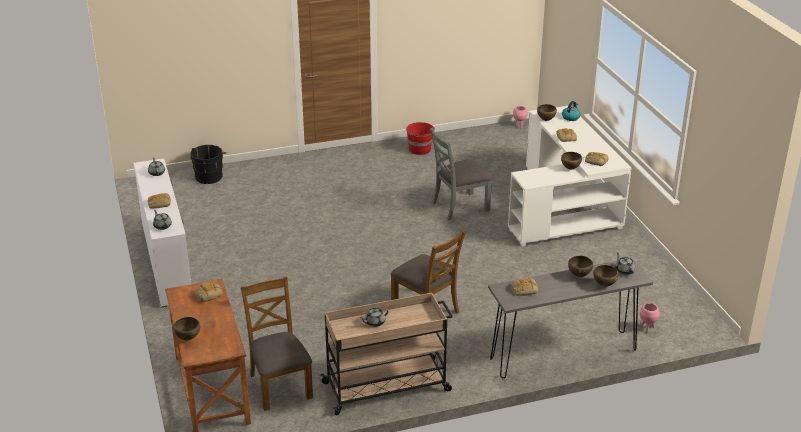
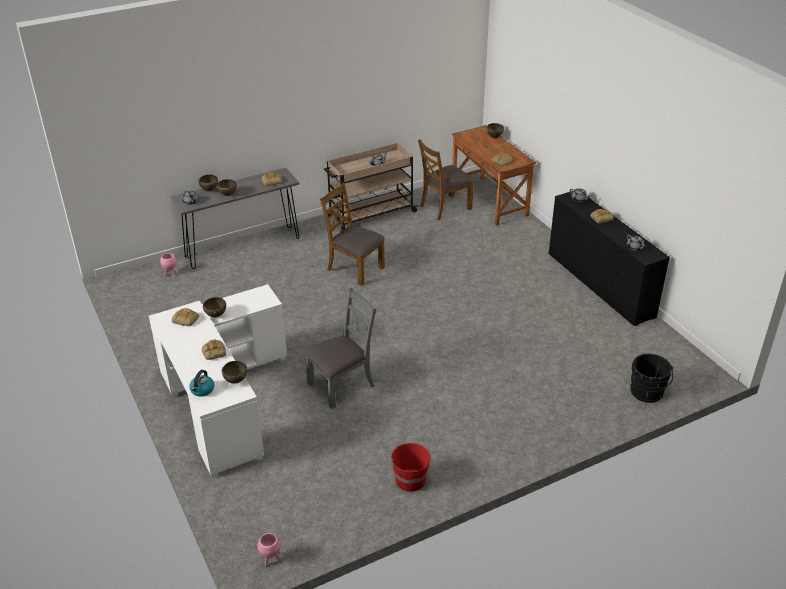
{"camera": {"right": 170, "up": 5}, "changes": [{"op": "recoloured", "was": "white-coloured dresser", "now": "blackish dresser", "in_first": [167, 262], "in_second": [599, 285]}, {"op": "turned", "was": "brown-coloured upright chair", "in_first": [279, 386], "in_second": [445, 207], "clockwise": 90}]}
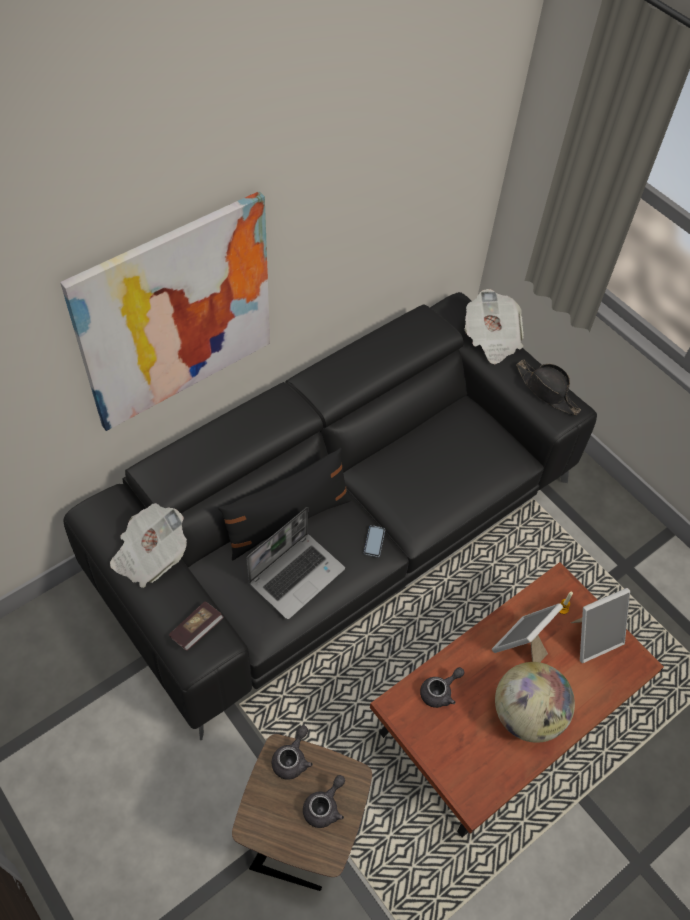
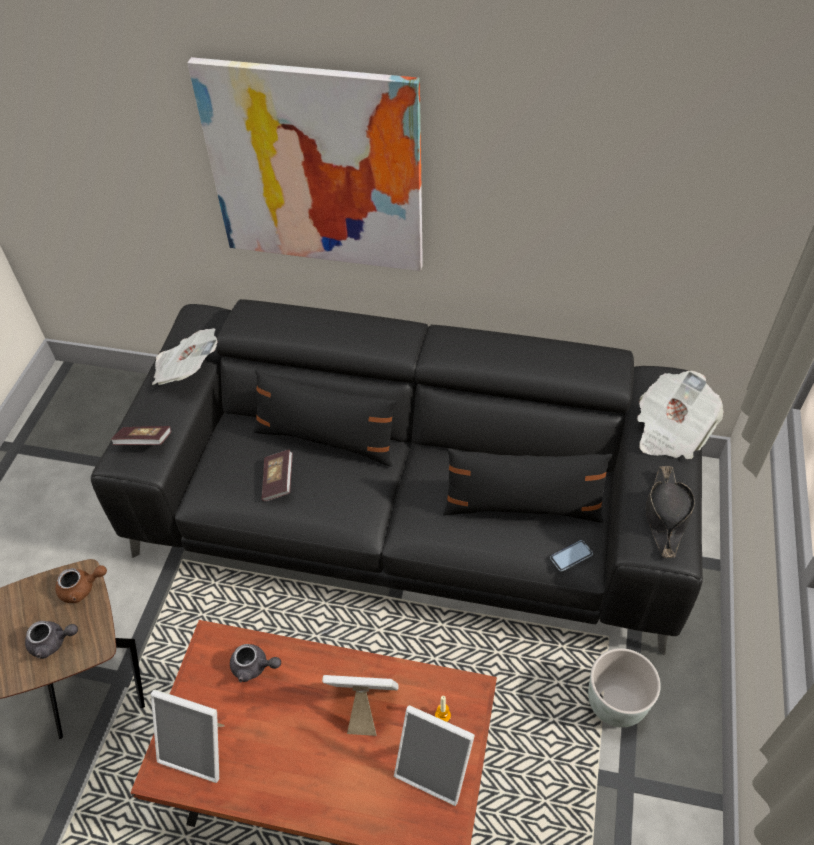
{"camera": {"right": 55, "up": -5}, "changes": [{"op": "removed", "was": "globe", "in_first": [526, 715]}, {"op": "added", "now": "picture frame", "in_second": [199, 749]}, {"op": "added", "now": "blackish pillow", "in_second": [522, 506]}, {"op": "added", "now": "greyish flower pot", "in_second": [615, 703]}, {"op": "moved", "was": "handset", "in_first": [374, 541], "in_second": [571, 556]}, {"op": "replaced", "was": "portable computer", "now": "bound book", "in_first": [297, 575], "in_second": [278, 481]}, {"op": "recoloured", "was": "greyish teapot", "now": "brown-coloured teapot", "in_first": [292, 758], "in_second": [82, 588]}]}
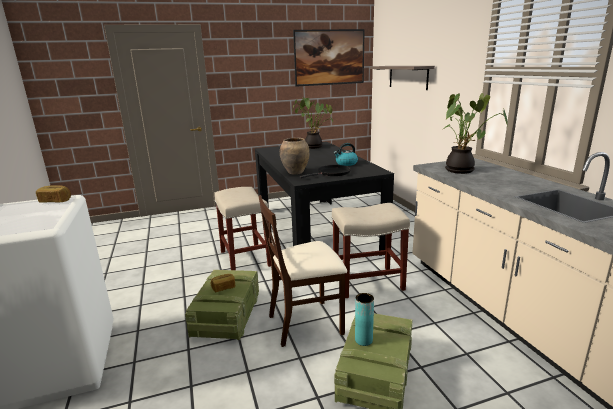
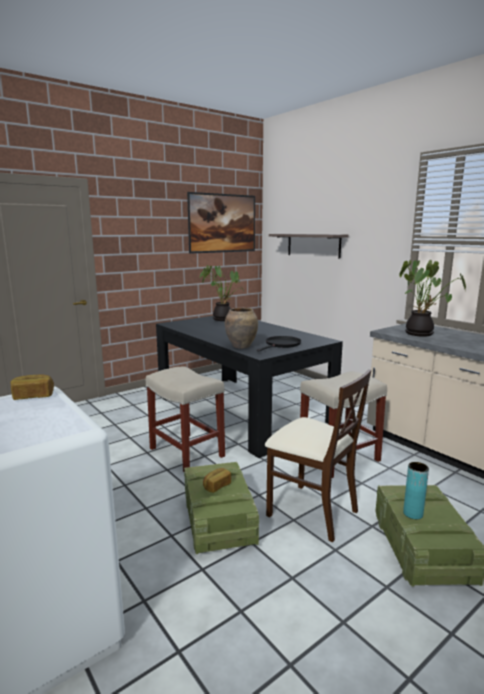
{"camera": {"right": -20, "up": -5}, "changes": [{"op": "removed", "was": "tea kettle", "in_first": [346, 163]}, {"op": "turned", "was": "beige upright chair", "in_first": [306, 323], "in_second": [312, 511], "clockwise": -105}]}
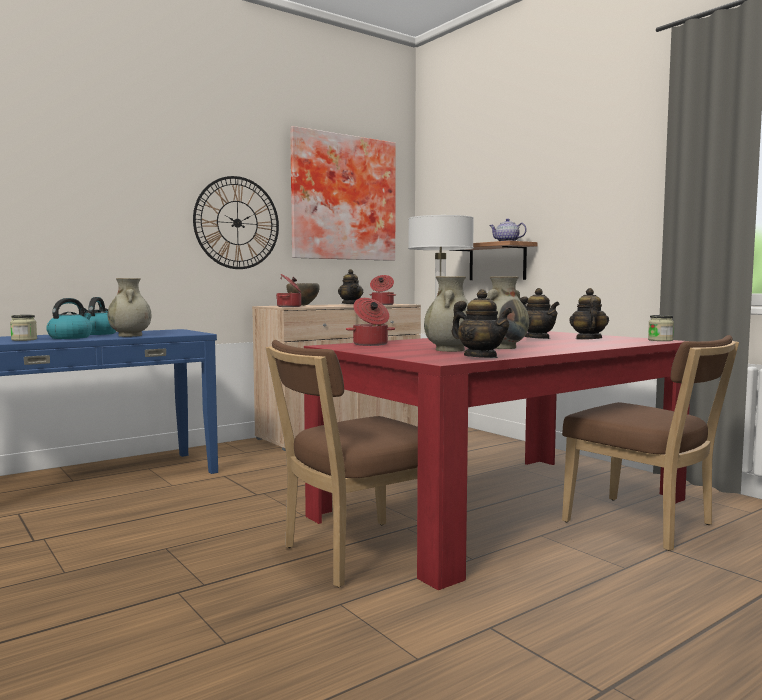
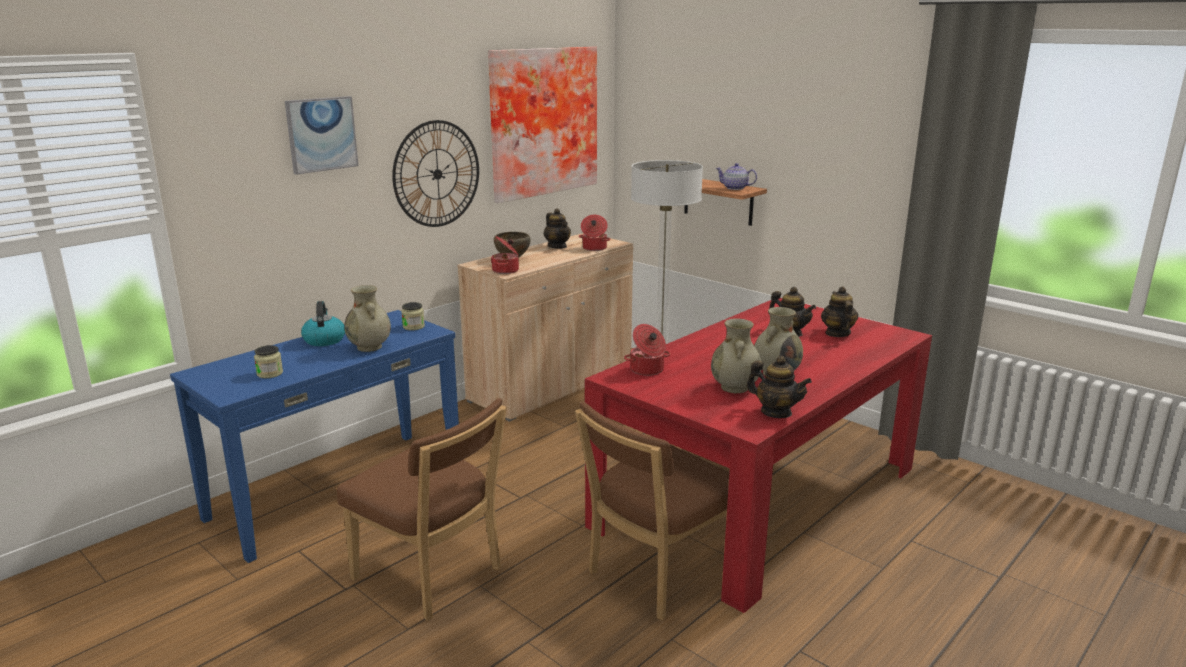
{"camera": {"right": -10, "up": 15}, "changes": [{"op": "removed", "was": "tea kettle", "in_first": [70, 337]}, {"op": "added", "now": "wall art", "in_second": [321, 134]}, {"op": "moved", "was": "brown-coloured upright chair", "in_first": [644, 525], "in_second": [432, 576]}, {"op": "moved", "was": "storage jar", "in_first": [660, 340], "in_second": [413, 326]}]}
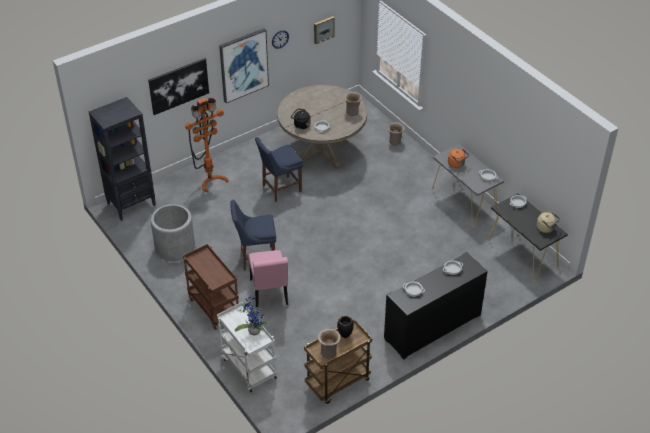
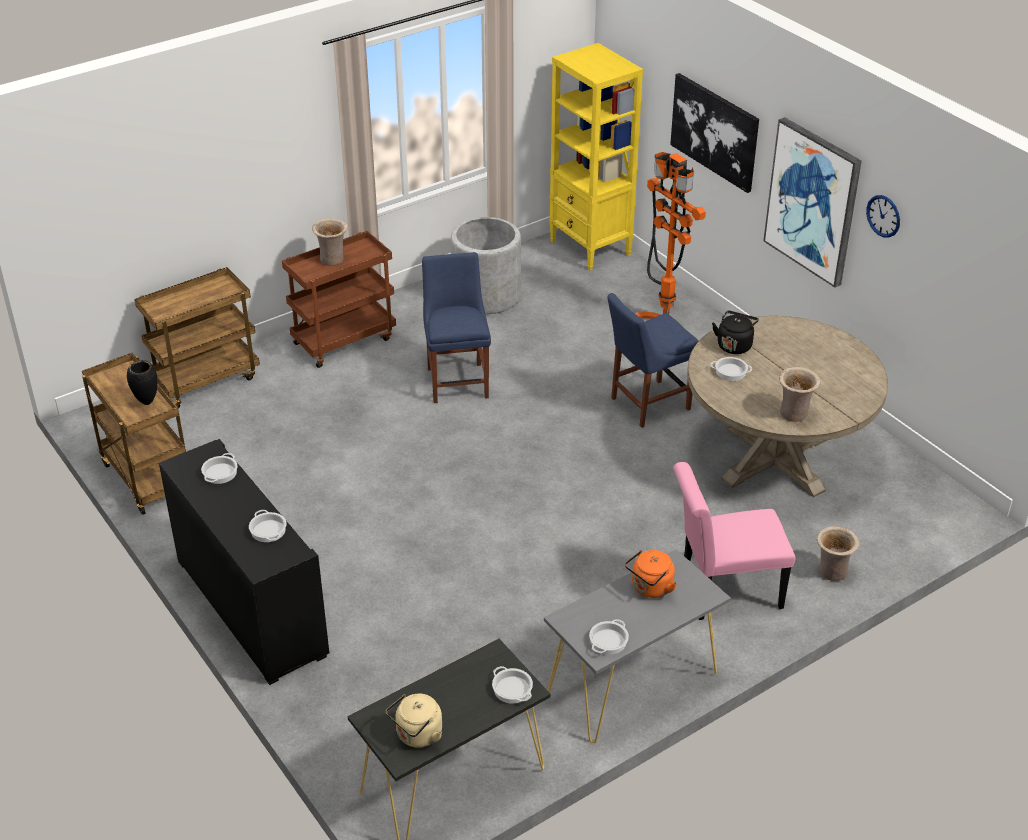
{"camera": {"right": 90, "up": -5}, "changes": [{"op": "removed", "was": "plant in a pot", "in_first": [253, 330]}, {"op": "removed", "was": "wall art", "in_first": [323, 29]}, {"op": "moved", "was": "pink upright chair", "in_first": [269, 294], "in_second": [723, 591]}, {"op": "moved", "was": "beige flower vase", "in_first": [328, 352], "in_second": [333, 260]}, {"op": "recoloured", "was": "blackish shelving unit", "now": "yellow shelving unit", "in_first": [132, 204], "in_second": [590, 248]}, {"op": "recoloured", "was": "white-coloured cart", "now": "brown-coloured cart", "in_first": [247, 367], "in_second": [206, 379]}, {"op": "turned", "was": "bluish upright chair", "in_first": [280, 189], "in_second": [646, 404], "clockwise": -90}]}
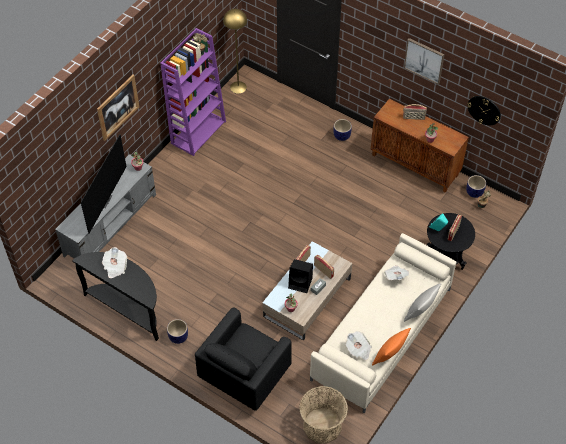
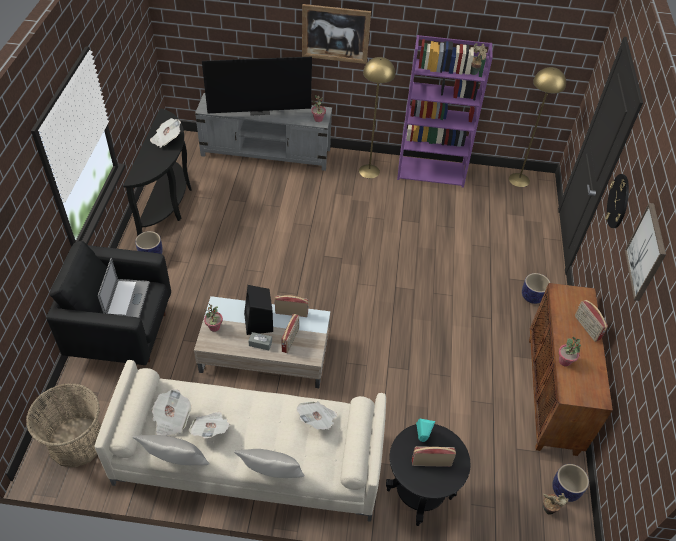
{"camera": {"right": 60, "up": -5}, "changes": [{"op": "added", "now": "portable computer", "in_second": [127, 299]}, {"op": "added", "now": "daily paper", "in_second": [211, 429]}, {"op": "added", "now": "yellow floor lamp", "in_second": [369, 171]}, {"op": "moved", "was": "hanging clock", "in_first": [484, 110], "in_second": [618, 201]}, {"op": "recoloured", "was": "orange pillow", "now": "greyish pillow", "in_first": [389, 356], "in_second": [176, 463]}]}
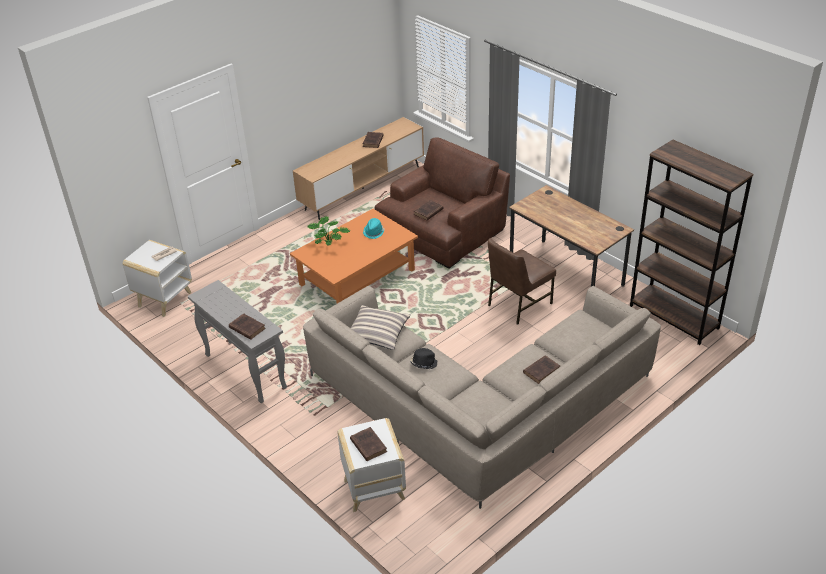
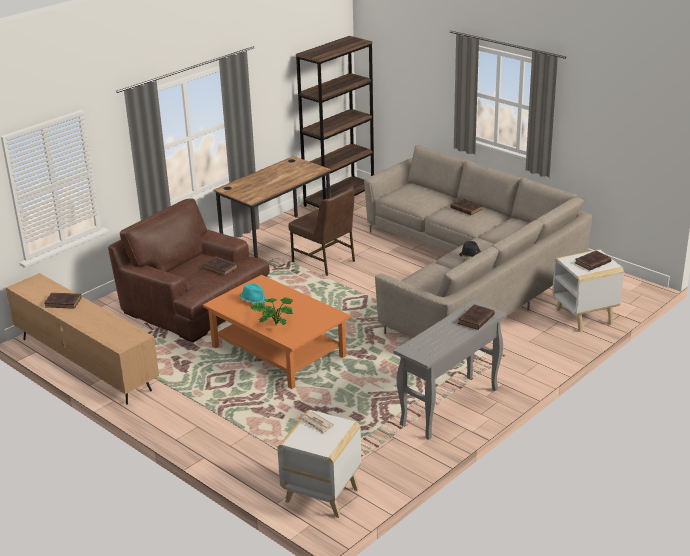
{"camera": {"right": -95, "up": -10}, "changes": [{"op": "removed", "was": "pillow", "in_first": [377, 333]}]}
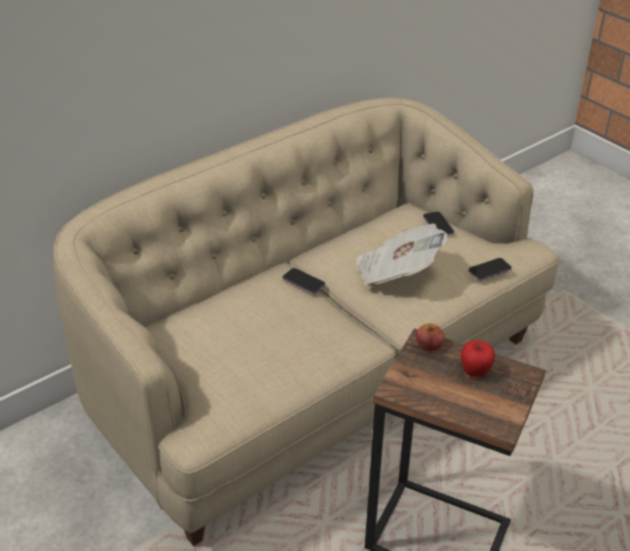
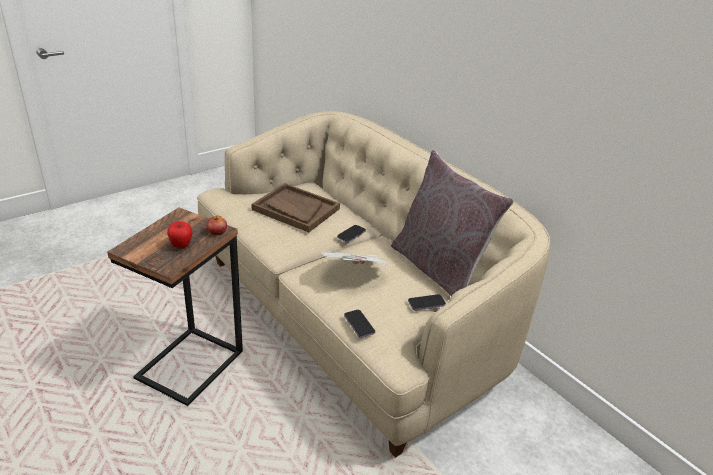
{"camera": {"right": 90, "up": -5}, "changes": [{"op": "added", "now": "brown-coloured carrying tray", "in_second": [295, 209]}, {"op": "added", "now": "greyish pillow", "in_second": [438, 270]}]}
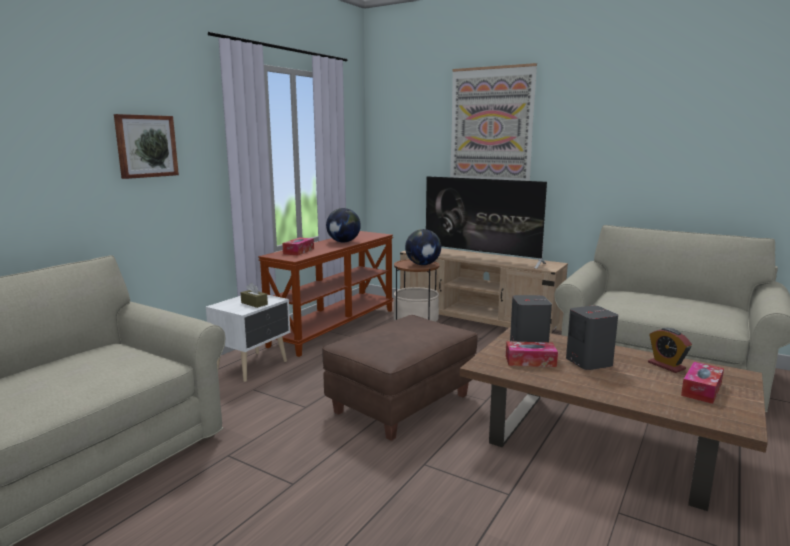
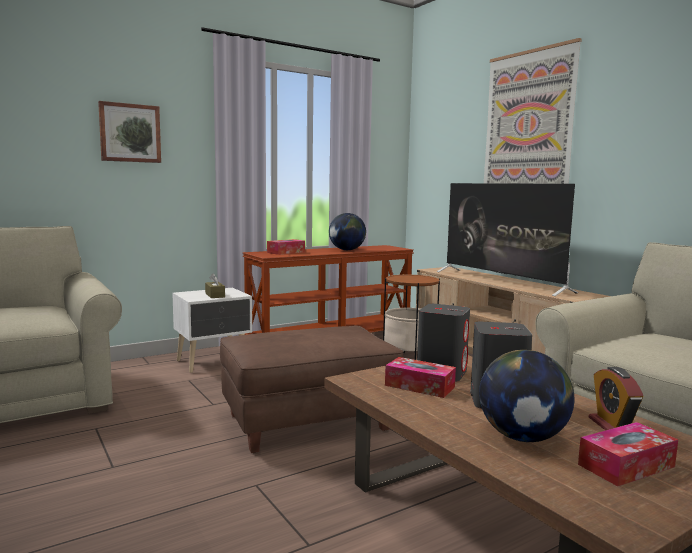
{"camera": {"right": 25, "up": -5}, "changes": [{"op": "moved", "was": "globe", "in_first": [423, 264], "in_second": [522, 437]}]}
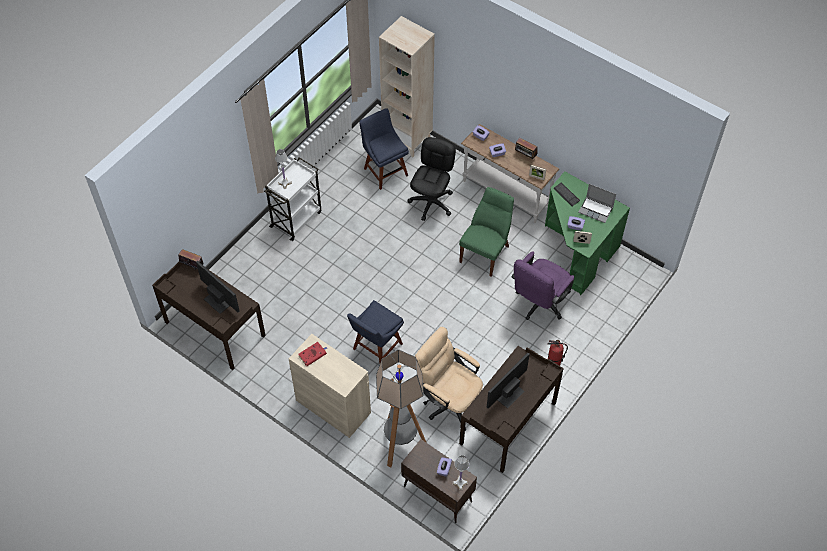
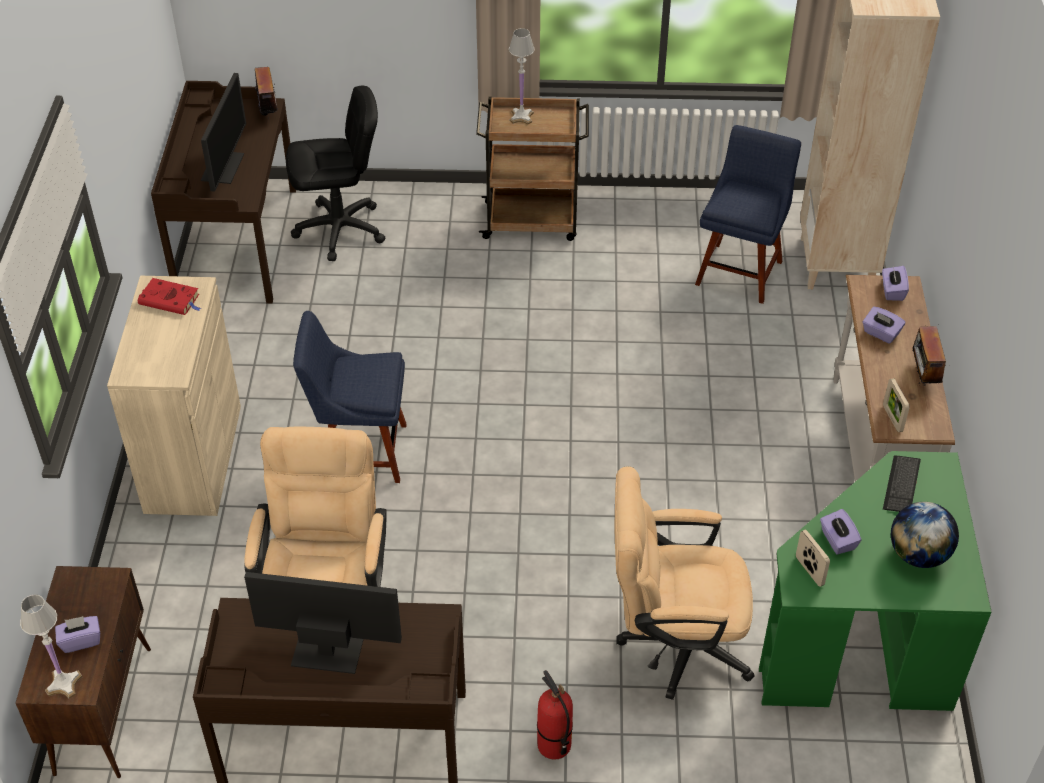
{"camera": {"right": 55, "up": -10}, "changes": [{"op": "removed", "was": "floor lamp", "in_first": [401, 445]}, {"op": "removed", "was": "green-coloured upright chair", "in_first": [486, 252]}, {"op": "moved", "was": "blackish office chair", "in_first": [431, 203], "in_second": [340, 230]}, {"op": "replaced", "was": "portable computer", "now": "globe", "in_first": [596, 210], "in_second": [918, 555]}, {"op": "recoloured", "was": "white-coloured cart", "now": "brown-coloured cart", "in_first": [296, 218], "in_second": [532, 221]}, {"op": "recoloured", "was": "purplish office chair", "now": "beige office chair", "in_first": [539, 304], "in_second": [673, 643]}]}
